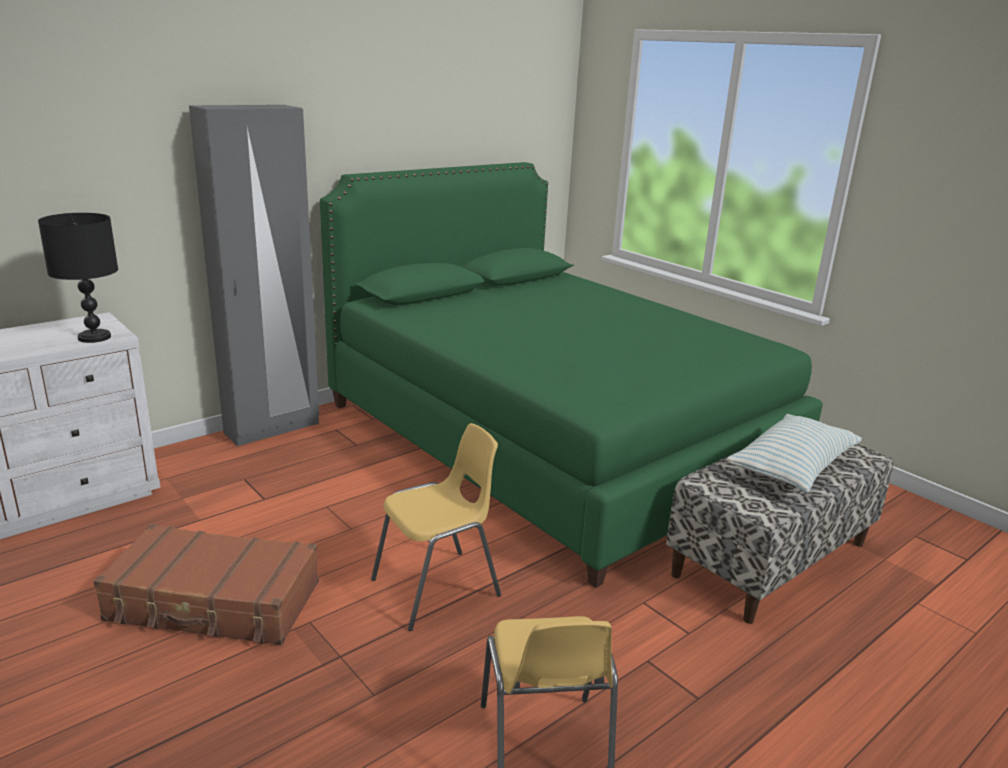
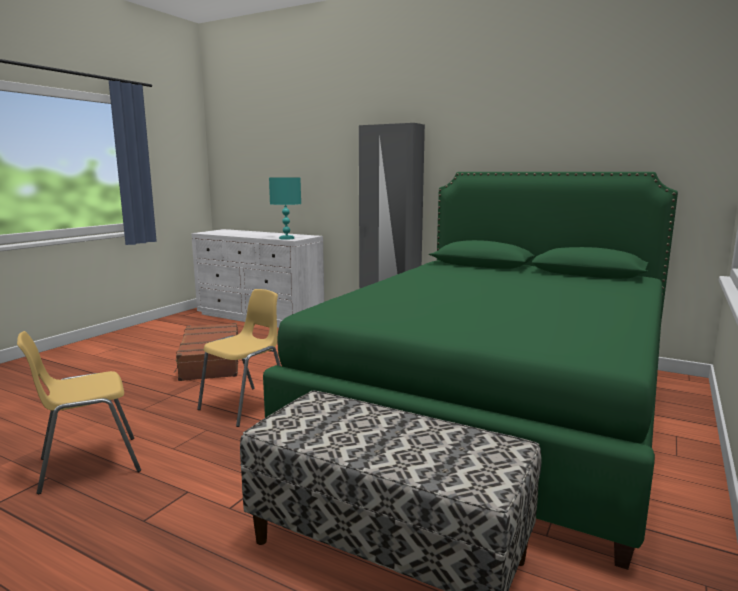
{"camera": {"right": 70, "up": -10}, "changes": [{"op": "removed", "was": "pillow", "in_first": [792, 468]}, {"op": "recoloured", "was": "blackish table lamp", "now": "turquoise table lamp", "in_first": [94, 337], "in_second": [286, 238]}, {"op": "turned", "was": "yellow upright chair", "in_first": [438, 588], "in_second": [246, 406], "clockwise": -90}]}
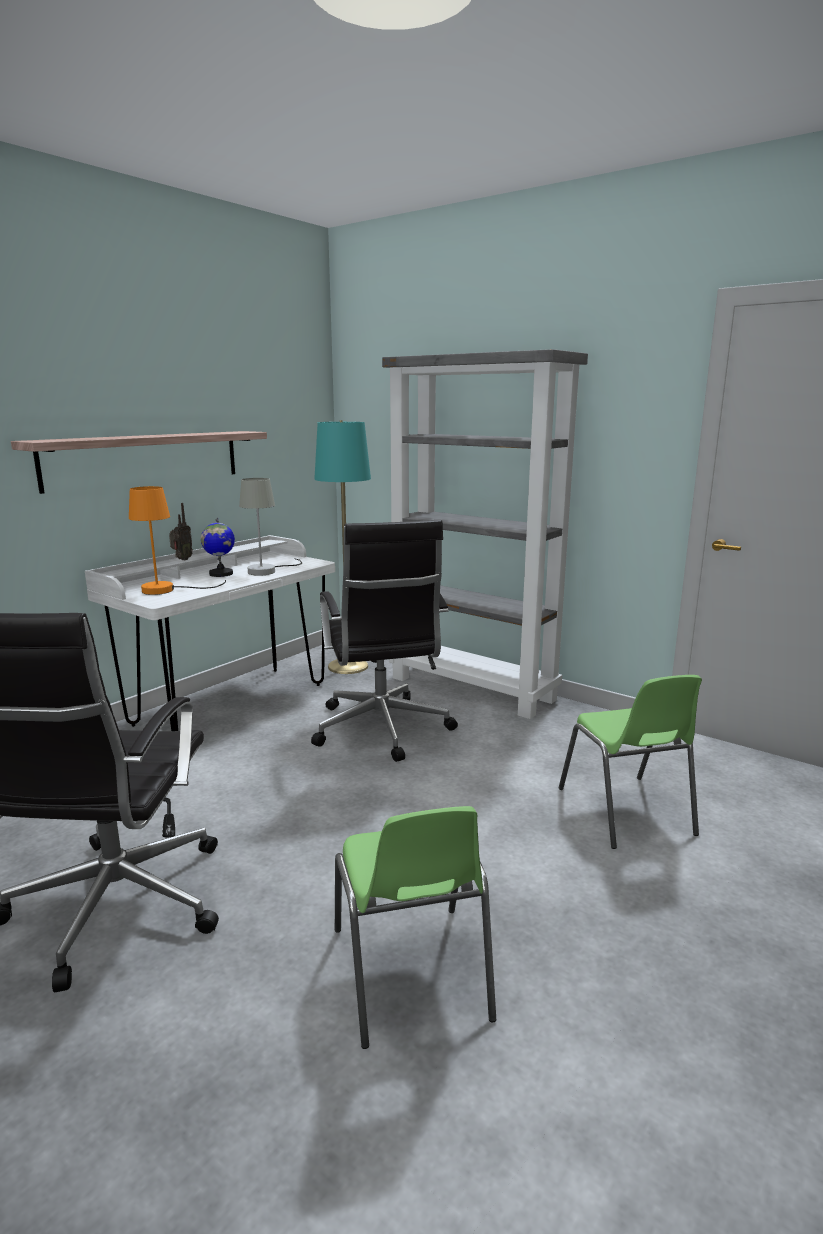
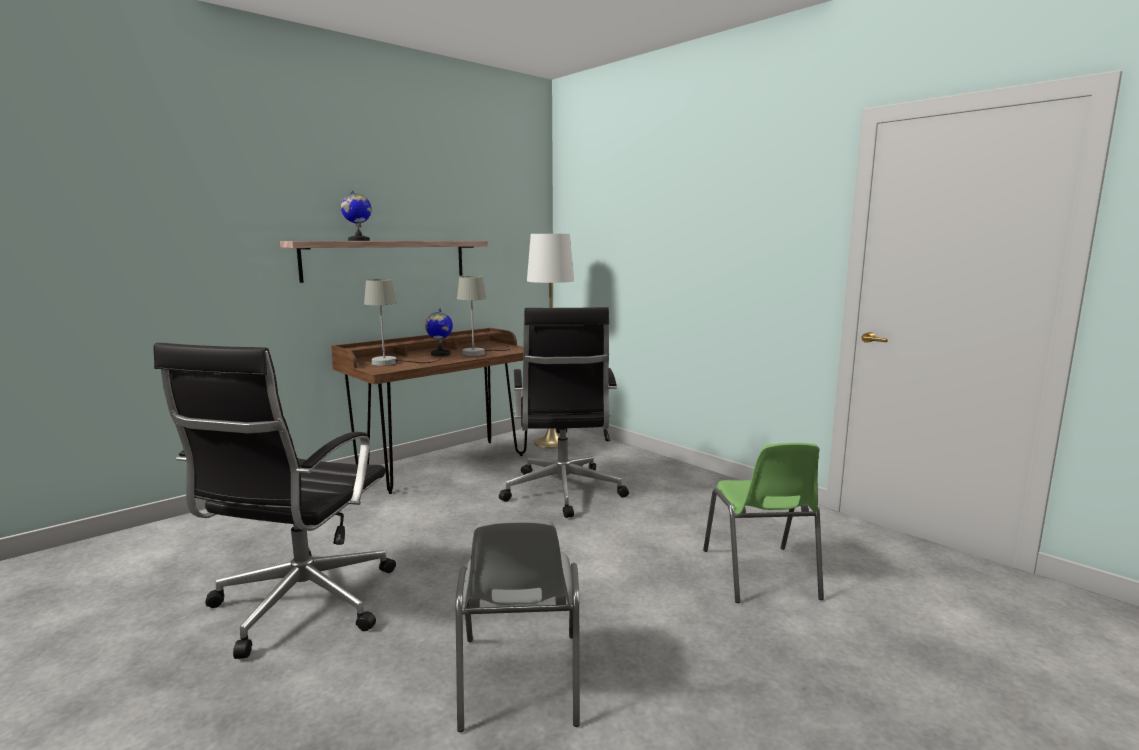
{"camera": {"right": 10, "up": -5}, "changes": [{"op": "removed", "was": "radio", "in_first": [181, 560]}, {"op": "removed", "was": "greyish shelving unit", "in_first": [473, 688]}, {"op": "added", "now": "globe", "in_second": [358, 240]}, {"op": "recoloured", "was": "white-coloured desk", "now": "brown-coloured desk", "in_first": [231, 704], "in_second": [445, 465]}, {"op": "recoloured", "was": "orange table lamp", "now": "greyish table lamp", "in_first": [168, 590], "in_second": [392, 363]}, {"op": "recoloured", "was": "turquoise floor lamp", "now": "white-coloured floor lamp", "in_first": [348, 666], "in_second": [551, 443]}, {"op": "recoloured", "was": "green-coloured upright chair", "now": "greyish upright chair", "in_first": [410, 974], "in_second": [519, 681]}]}
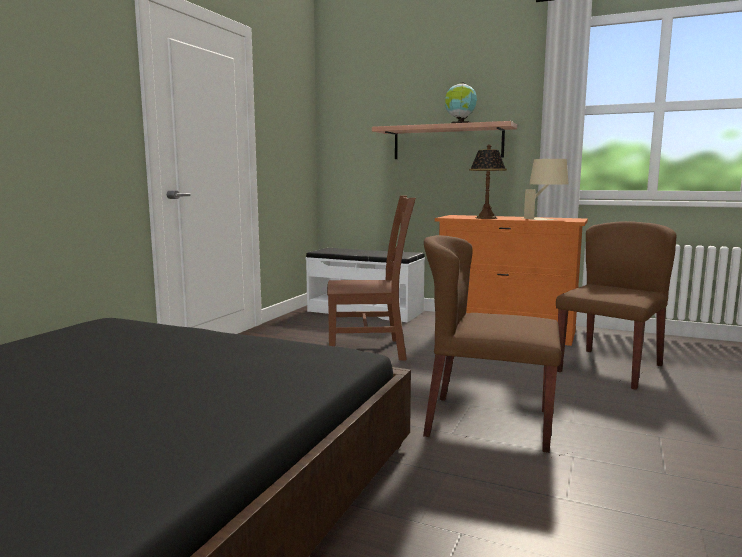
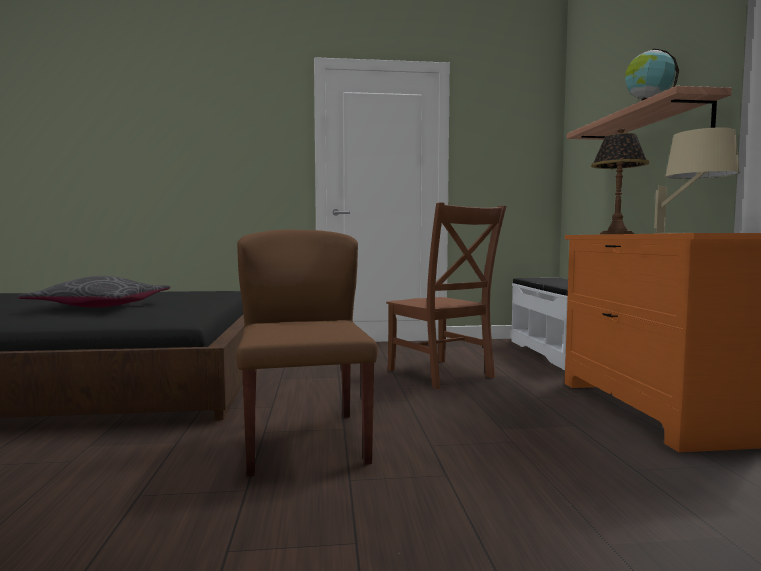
{"camera": {"right": 60, "up": -5}, "changes": [{"op": "removed", "was": "brown-coloured upright chair", "in_first": [610, 368]}, {"op": "added", "now": "greyish pillow", "in_second": [101, 306]}]}
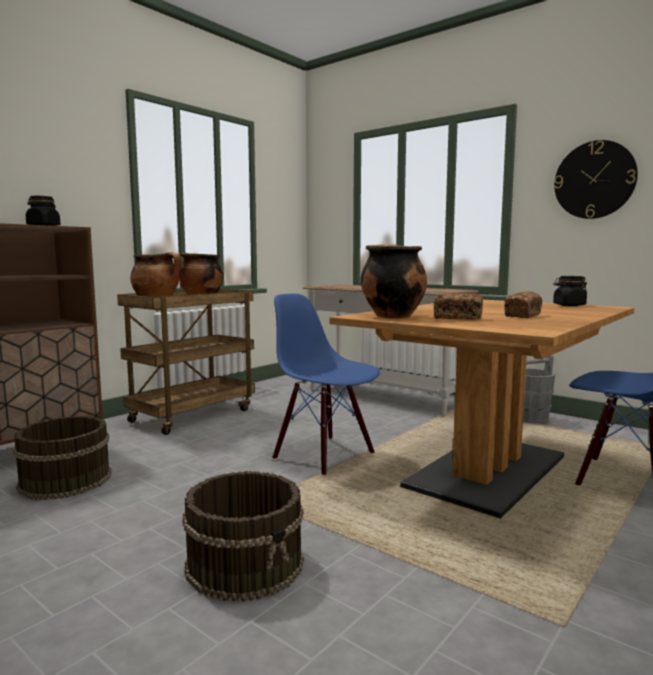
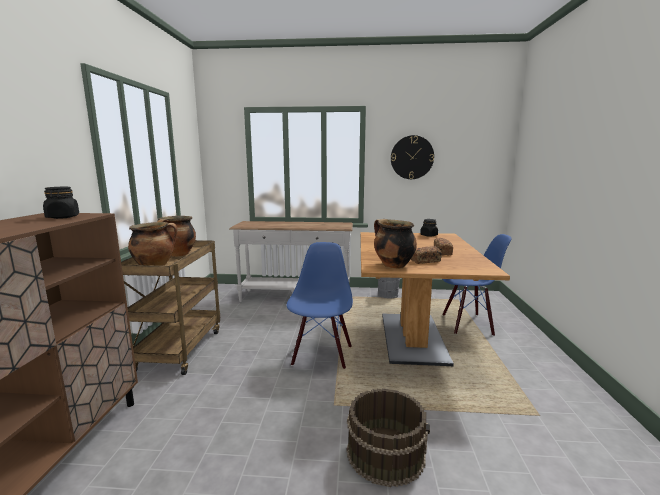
{"camera": {"right": -35, "up": 5}, "changes": [{"op": "removed", "was": "brown-coloured pail", "in_first": [64, 480]}, {"op": "turned", "was": "bluish upright chair", "in_first": [325, 455], "in_second": [321, 355], "clockwise": 90}]}
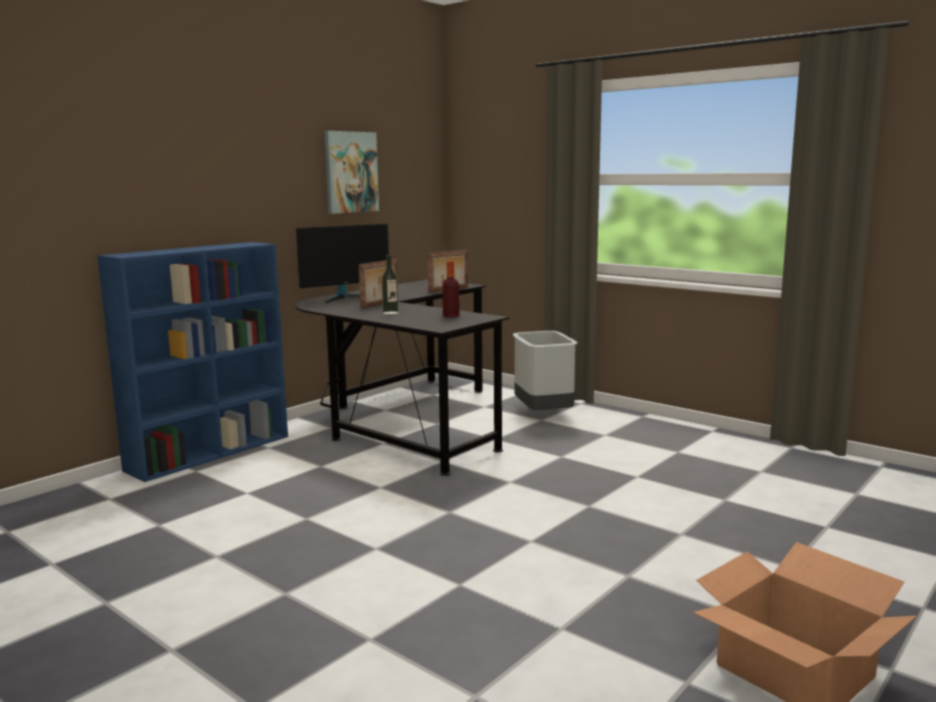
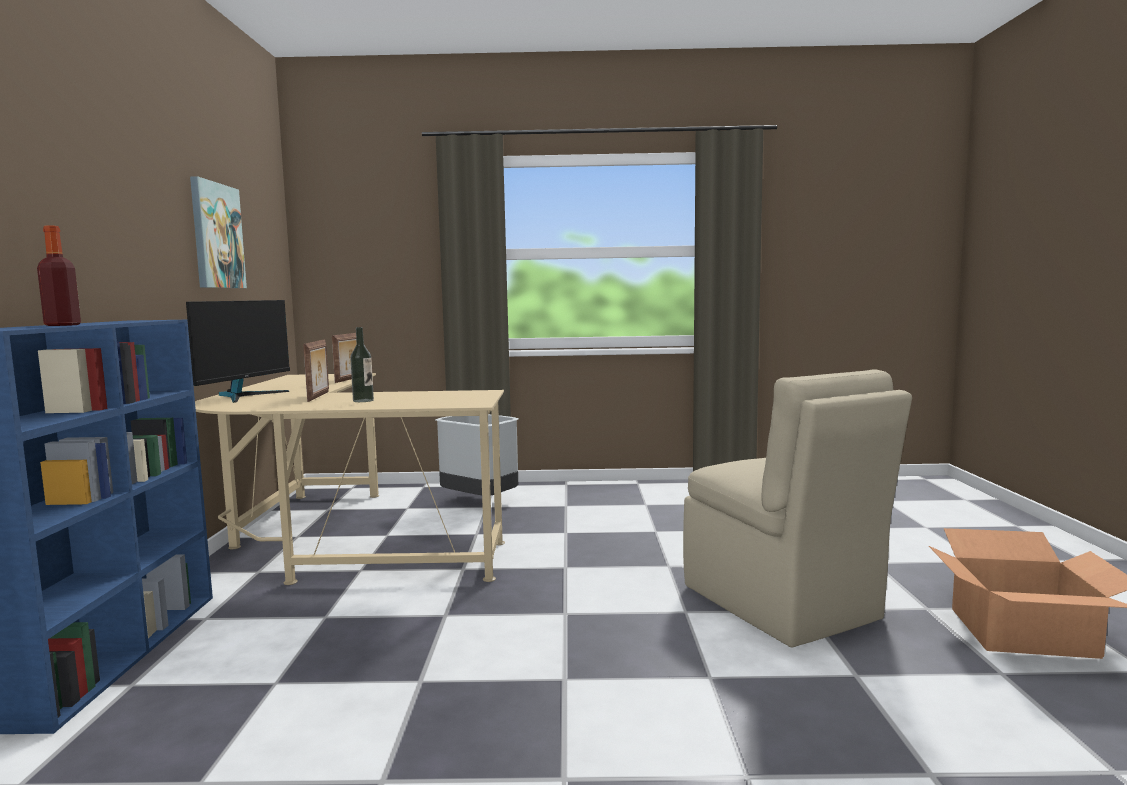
{"camera": {"right": -40, "up": -5}, "changes": [{"op": "added", "now": "beige upright chair", "in_second": [782, 604]}, {"op": "moved", "was": "drink bottle", "in_first": [451, 316], "in_second": [62, 325]}, {"op": "recoloured", "was": "blackish desk", "now": "beige desk", "in_first": [403, 420], "in_second": [340, 541]}]}
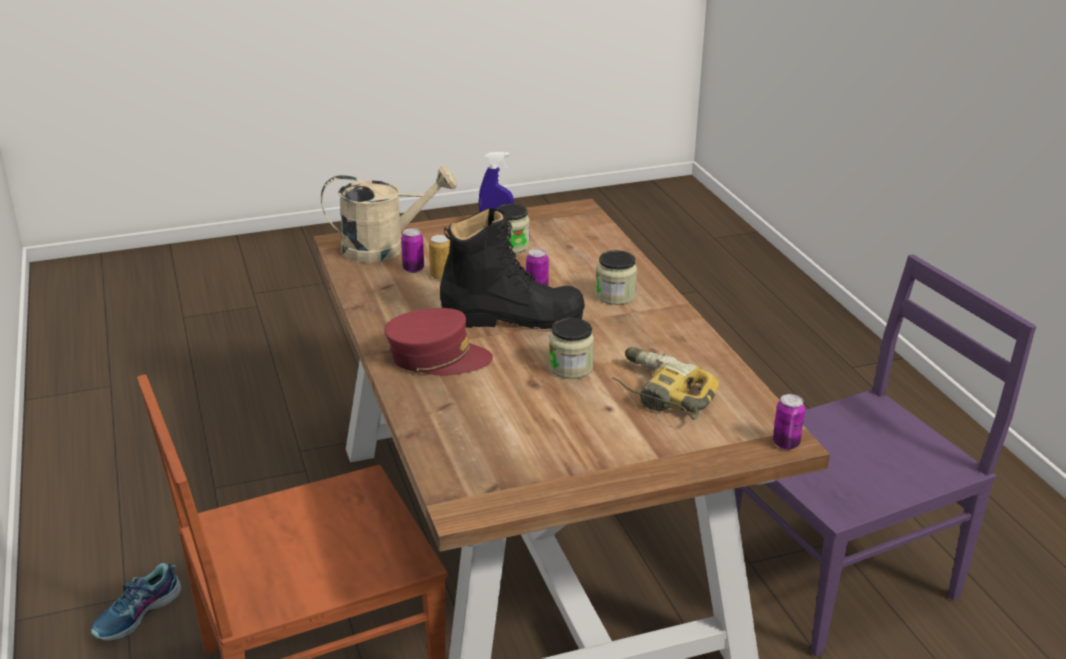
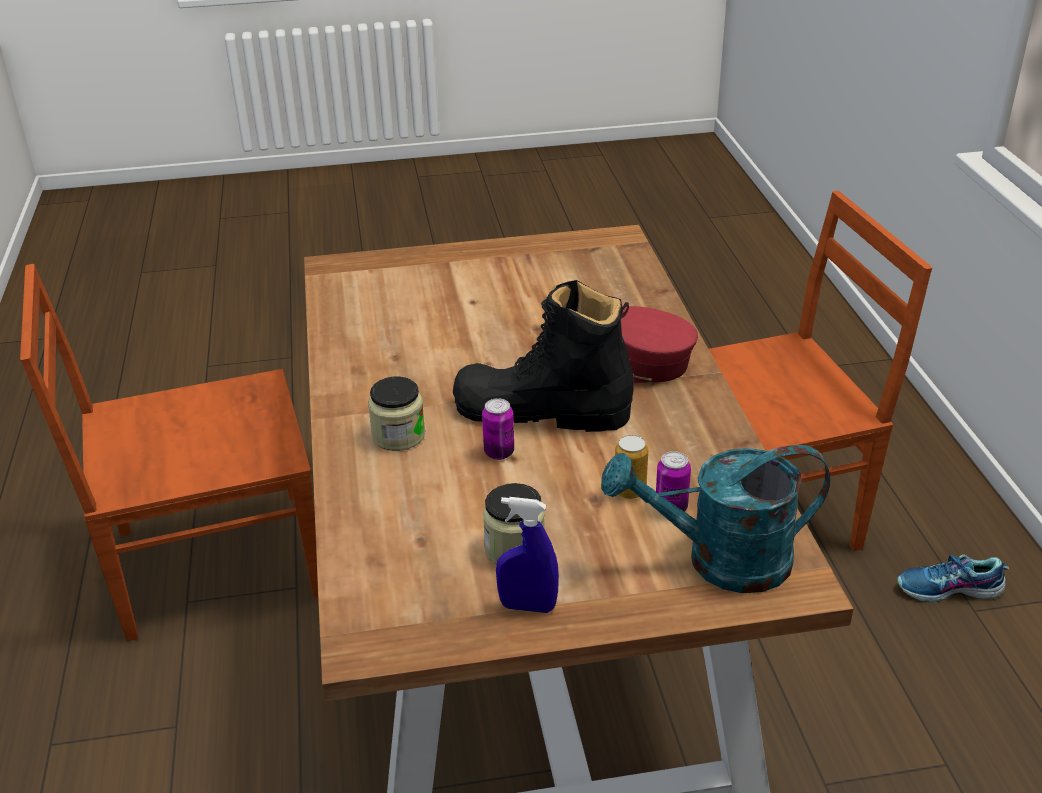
{"camera": {"right": -170, "up": 5}, "changes": [{"op": "removed", "was": "storage jar", "in_first": [570, 367]}, {"op": "removed", "was": "drill", "in_first": [660, 394]}, {"op": "removed", "was": "metal can", "in_first": [786, 443]}, {"op": "recoloured", "was": "beige sprinkling can", "now": "turquoise sprinkling can", "in_first": [385, 248], "in_second": [720, 561]}, {"op": "recoloured", "was": "purplish upright chair", "now": "brown-coloured upright chair", "in_first": [843, 575], "in_second": [211, 563]}, {"op": "turned", "was": "low shoe", "in_first": [138, 614], "in_second": [949, 590], "clockwise": -135}]}
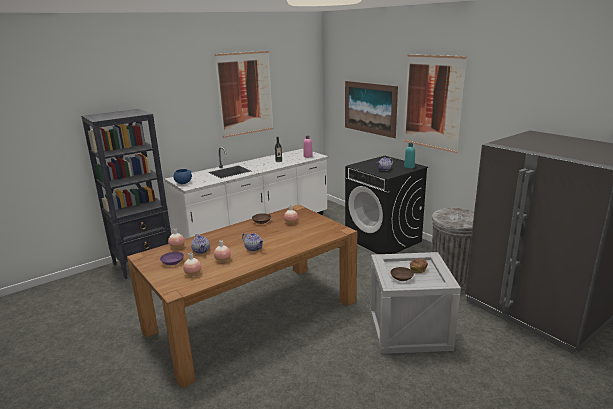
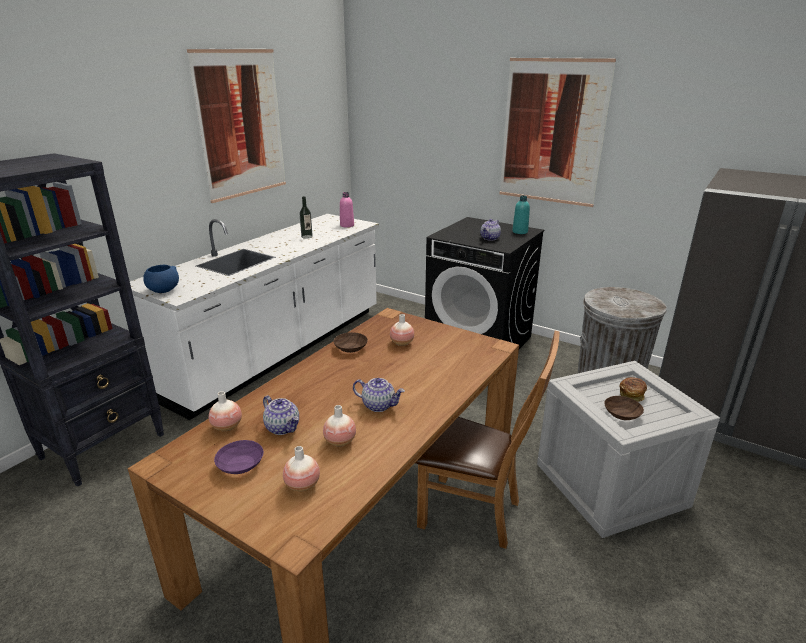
{"camera": {"right": -20, "up": 5}, "changes": [{"op": "removed", "was": "wall art", "in_first": [370, 108]}, {"op": "added", "now": "brown-coloured upright chair", "in_second": [476, 514]}]}
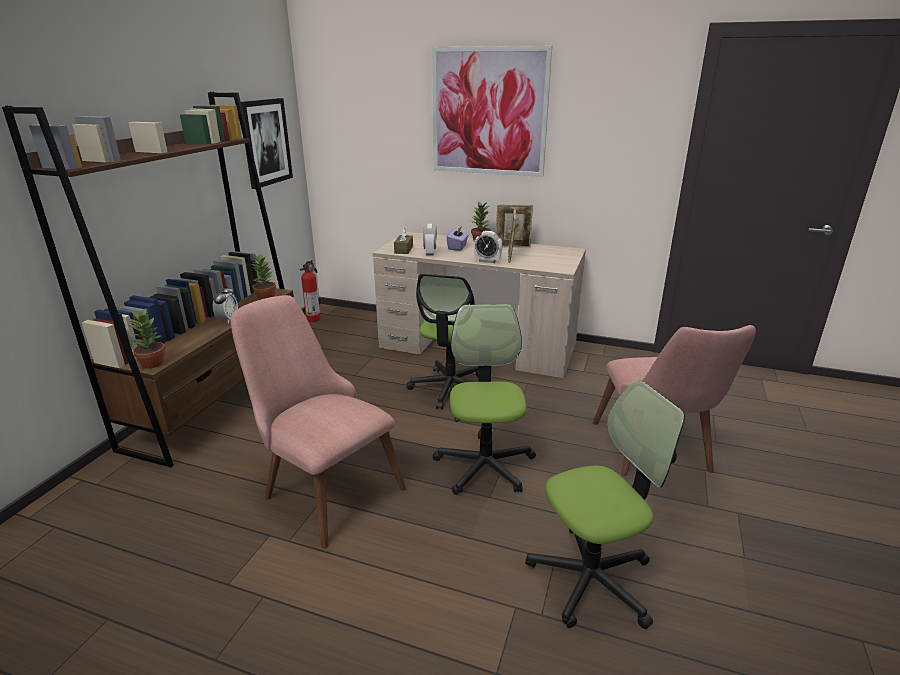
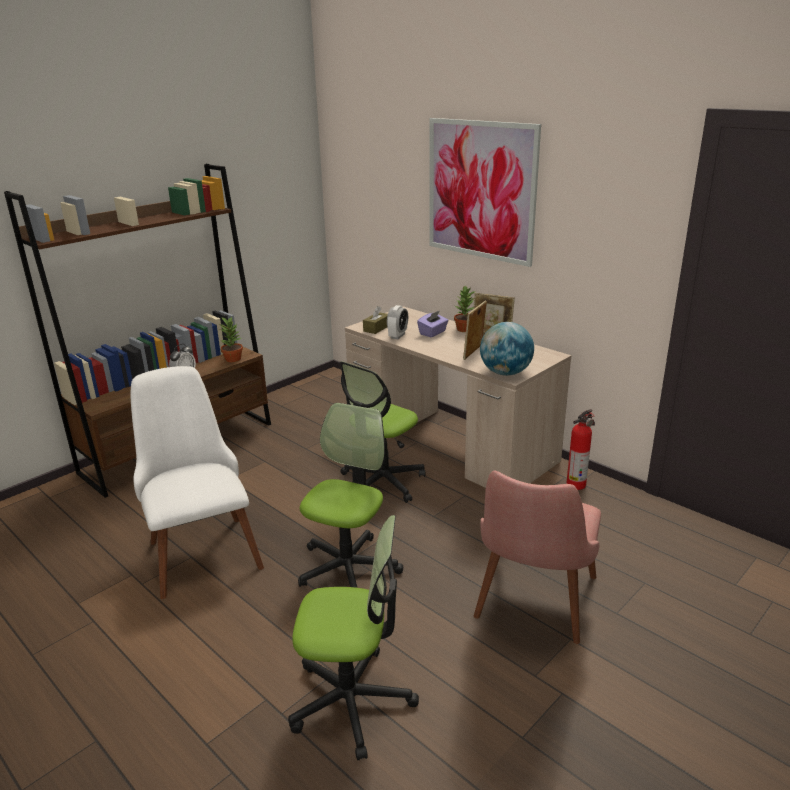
{"camera": {"right": 25, "up": 0}, "changes": [{"op": "removed", "was": "plant in a pot", "in_first": [152, 363]}, {"op": "removed", "was": "wall art", "in_first": [265, 142]}, {"op": "removed", "was": "bedside clock", "in_first": [487, 261]}, {"op": "added", "now": "globe", "in_second": [505, 373]}, {"op": "moved", "was": "fire-fighting cylinder", "in_first": [314, 318], "in_second": [577, 484]}, {"op": "recoloured", "was": "pink upright chair", "now": "white-coloured upright chair", "in_first": [323, 486], "in_second": [200, 546]}]}
